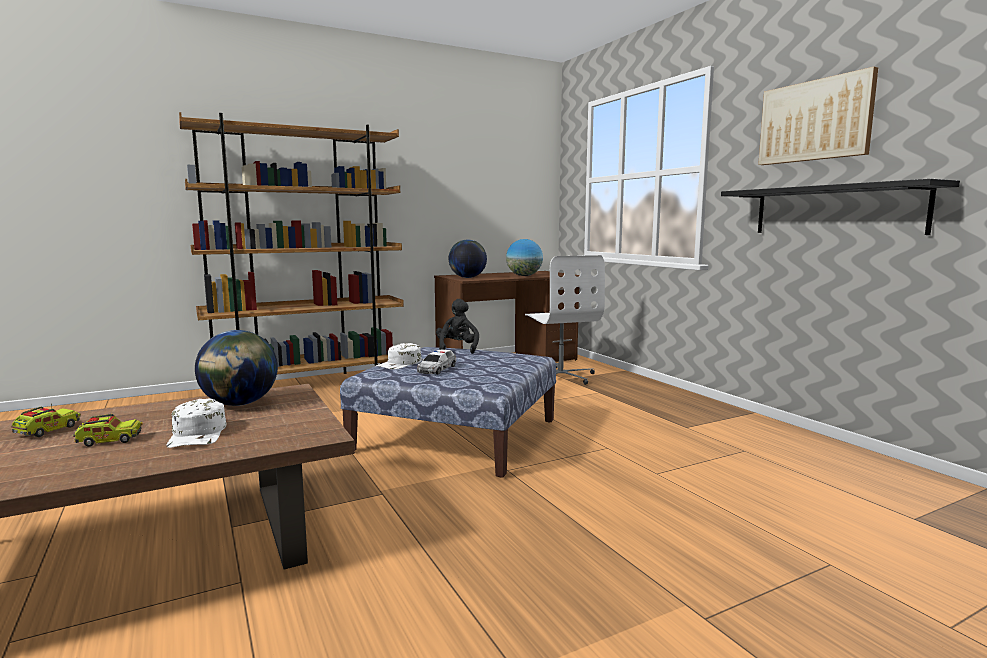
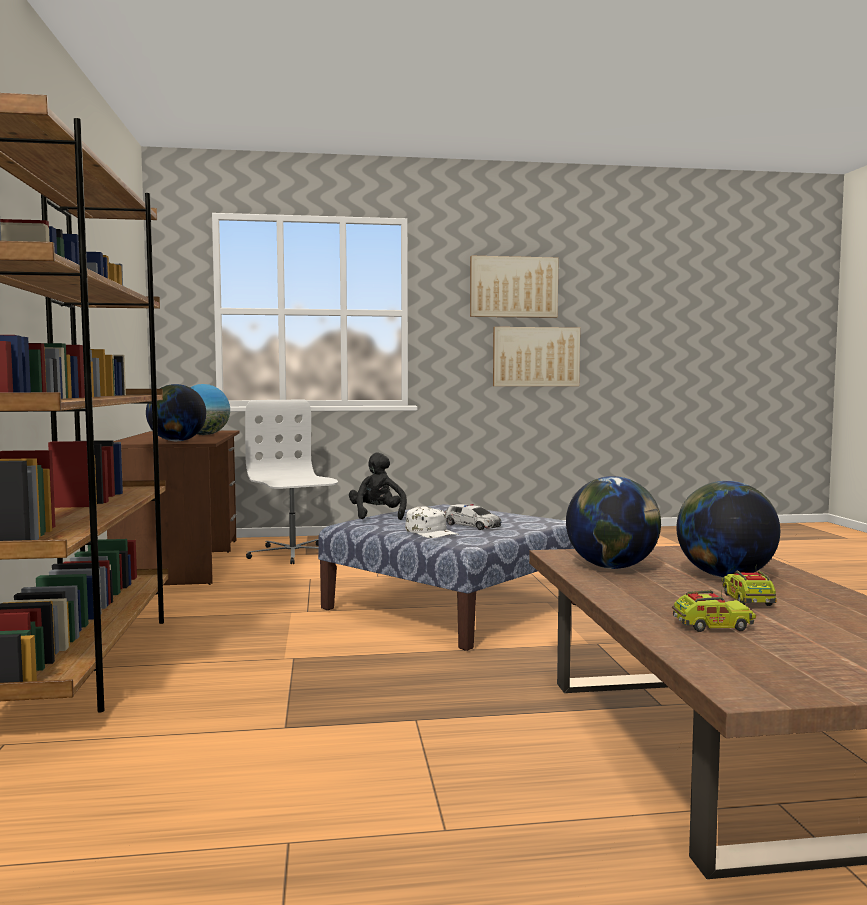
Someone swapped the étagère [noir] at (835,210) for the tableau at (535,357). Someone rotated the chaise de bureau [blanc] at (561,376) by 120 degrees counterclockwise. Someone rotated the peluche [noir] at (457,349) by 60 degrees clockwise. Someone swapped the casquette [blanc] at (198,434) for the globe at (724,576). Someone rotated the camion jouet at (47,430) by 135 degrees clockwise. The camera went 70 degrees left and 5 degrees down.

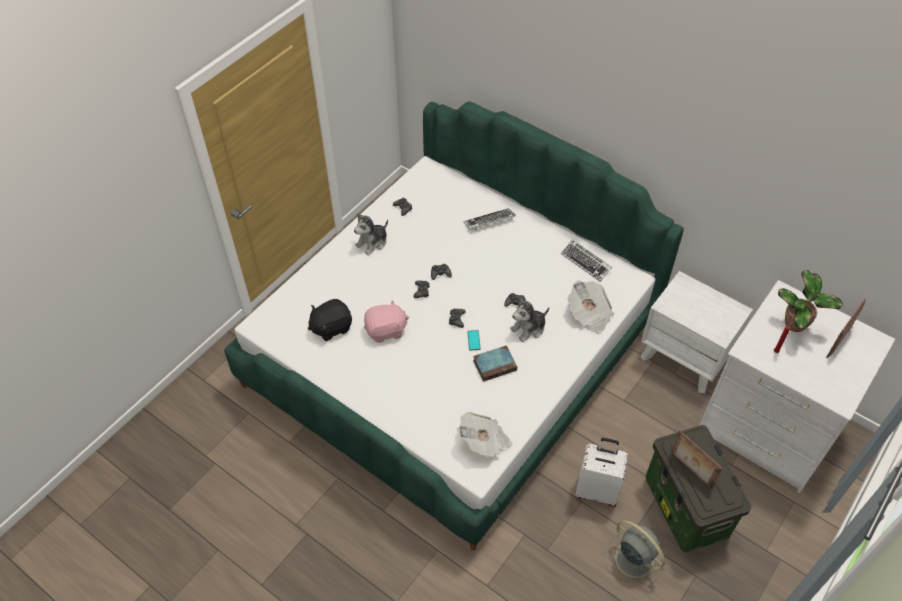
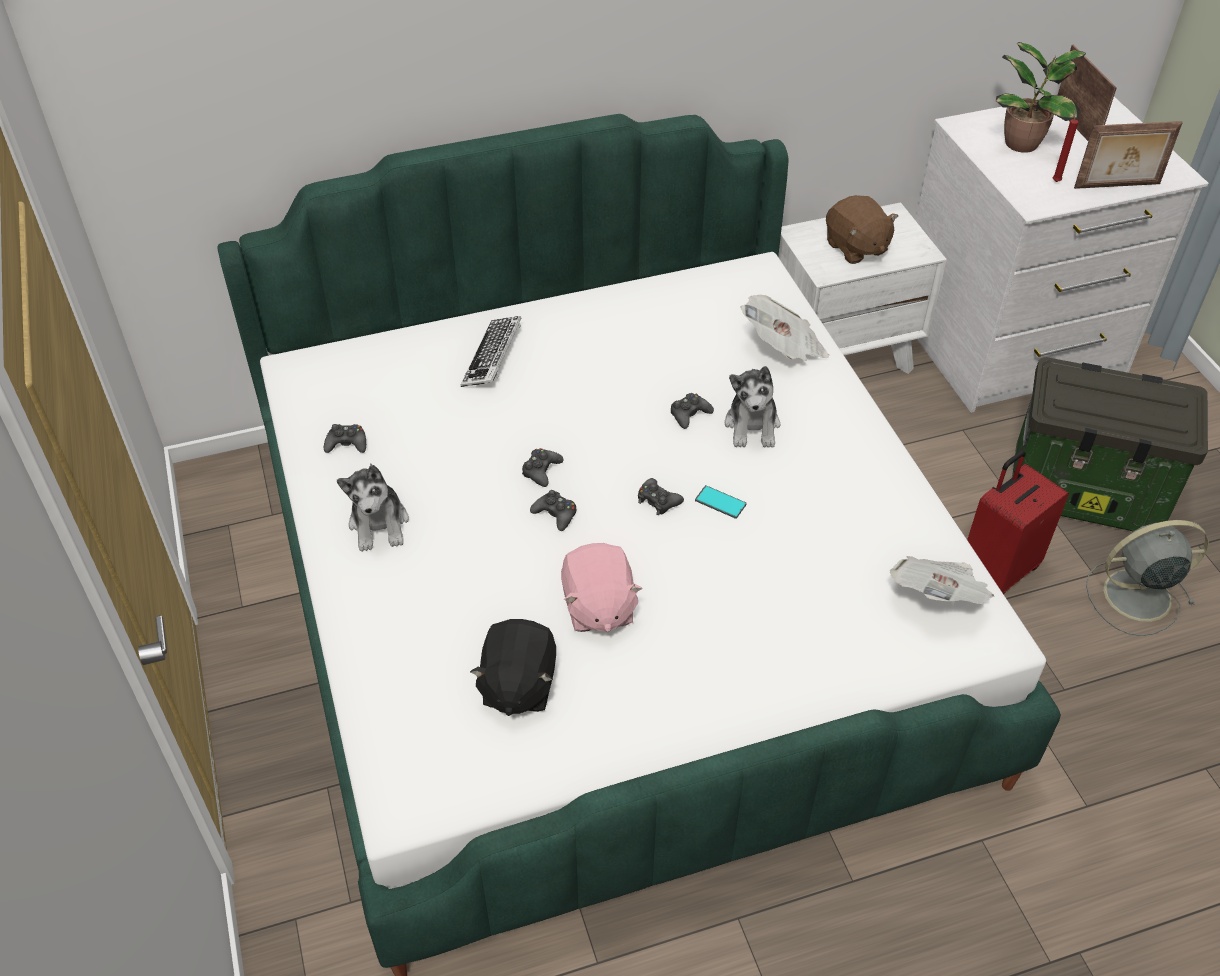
Someone took away the clavier at (586,262). Someone rotated the peluche [rose] at (386,330) by 150 degrees clockwise. Someone took away the livre at (495,365). Someone carried the cadre photo from (690,470) to (1117,186). Someone repainted the valise [blanc] at (597,490), which became the valise [rouge] at (997,570). Someone put down the peluche [marron] at (856,248). The camera went 55 degrees left and 5 degrees down.

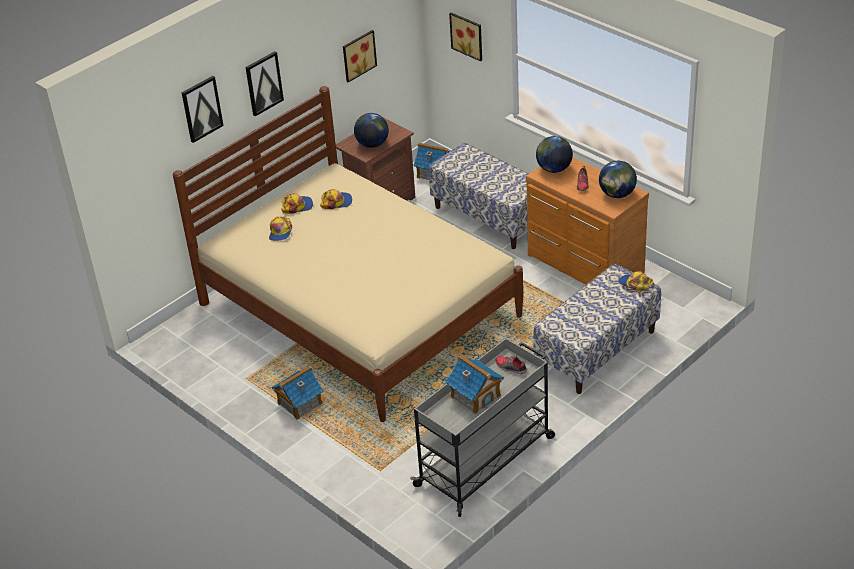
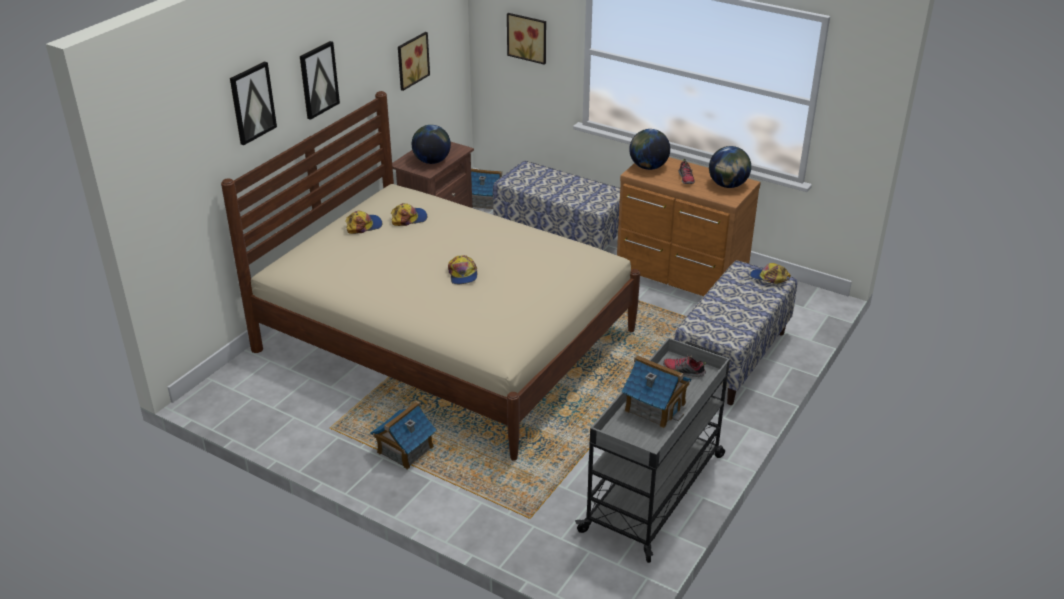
Someone carried the casquette from (280,232) to (462,274). The camera went 15 degrees left and 5 degrees down.

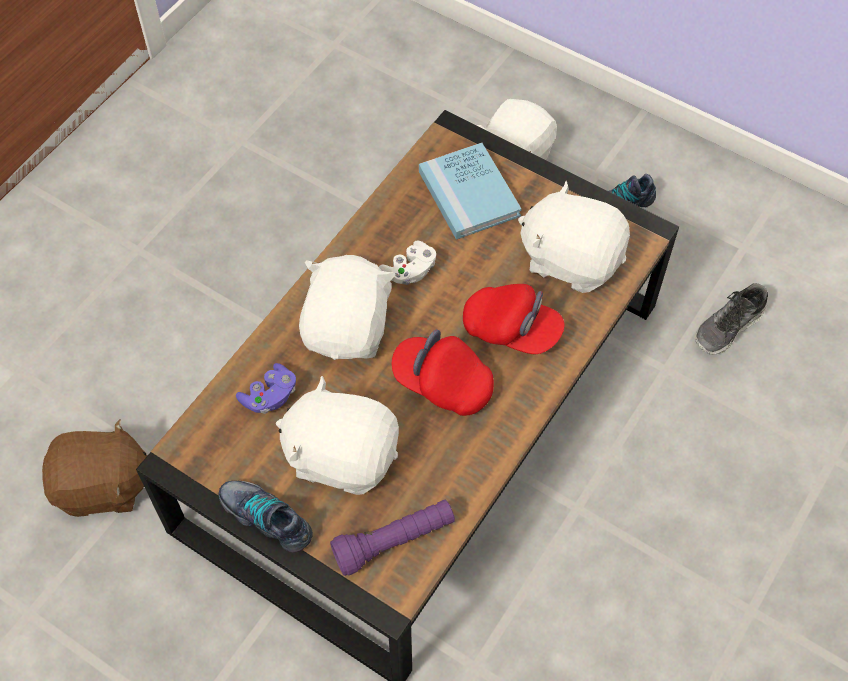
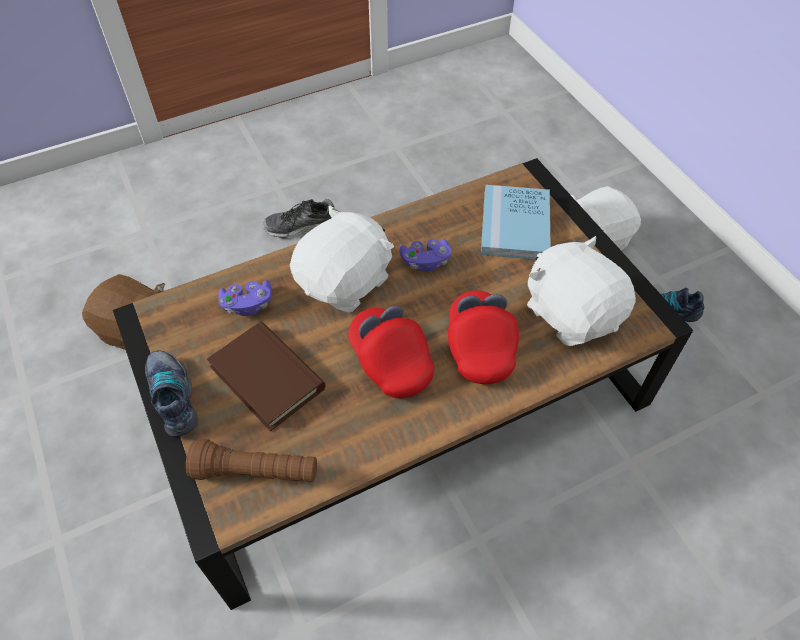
Someone repainted the manette [blanc] at (409,271), which became the manette [violet] at (425,262). Someone carried the chaussure from (729,327) to (302,227). Someone rotated the casquette [rouge] at (511,330) by 150 degrees counterclockwise. Someone swapped the peluche [blanc] at (342,455) for the livre [marron] at (267,377). Someone repainted the lampe de poche [violet] at (394,541), which became the lampe de poche [marron] at (256,472). The camera went 30 degrees right and 5 degrees down.

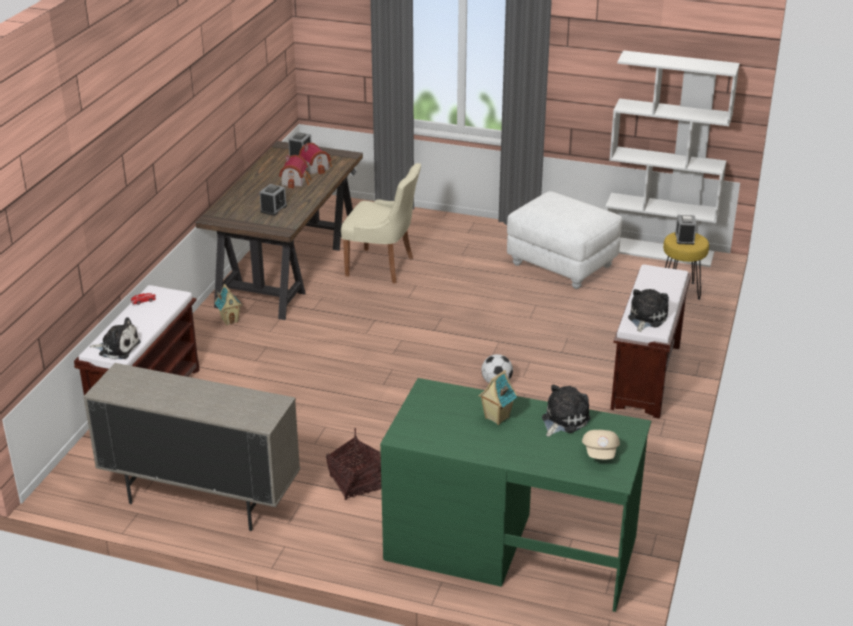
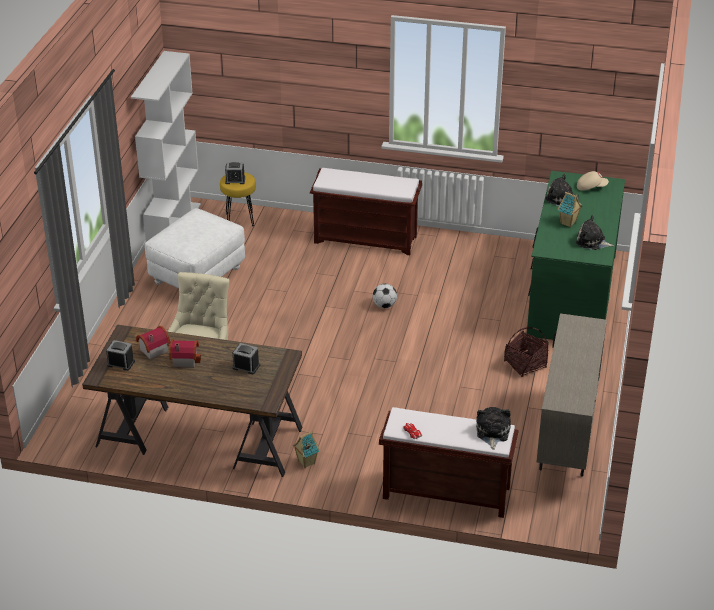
Someone carried the peluche from (646,318) to (592,242). The camera went 95 degrees left and 5 degrees up.

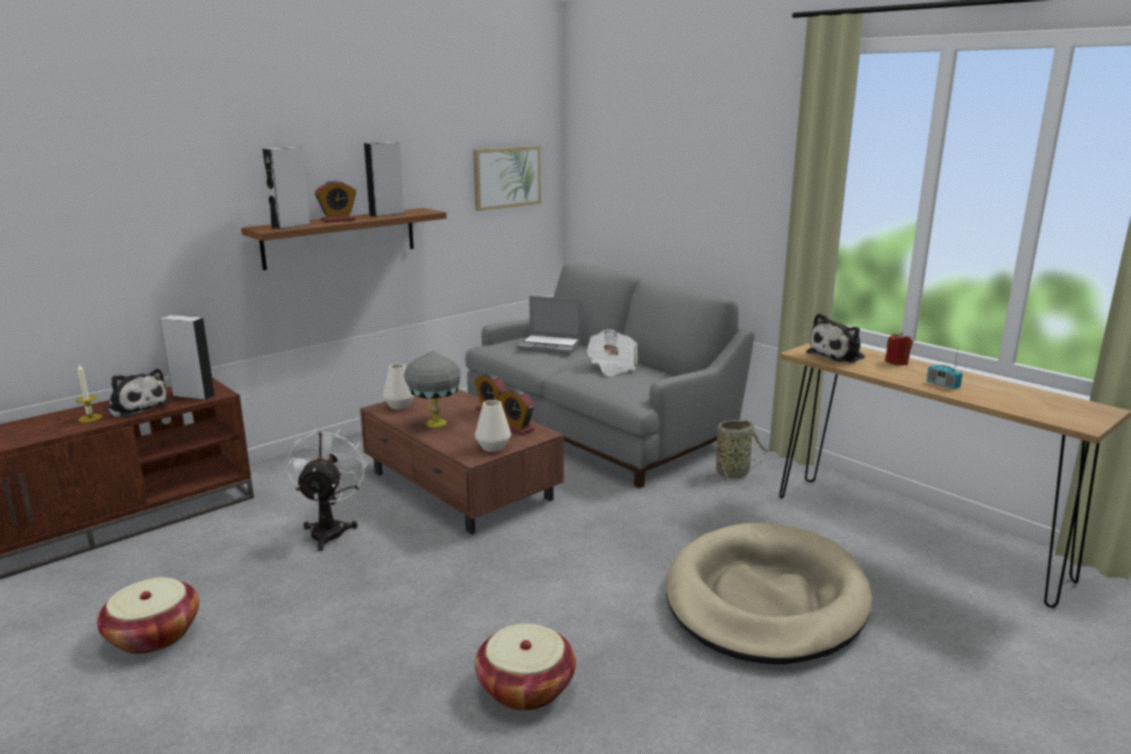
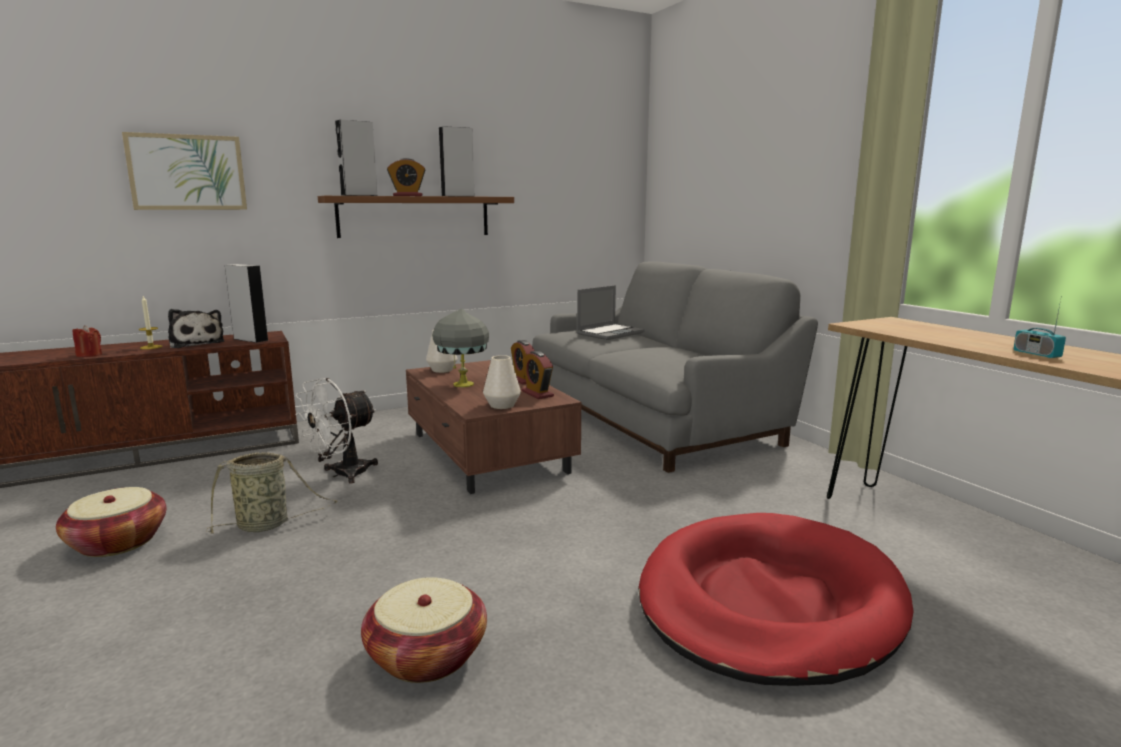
Someone carried the tableau from (506,177) to (187,172). Someone rotated the ordinateur portable at (550,345) by 75 degrees counterclockwise. Someone took away the peluche at (838,355). Someone took away the journal at (612,367). Someone carried the bougie [rouge] from (896,362) to (89,355). Someone carried the panier from (734,473) to (267,525). Someone rotated the ventilateur [blanc] at (330,529) by 150 degrees counterclockwise. Someone repainted the panier pour chien [beige] at (765,600), which became the panier pour chien [rouge] at (768,602). The camera went 15 degrees right and 5 degrees down.

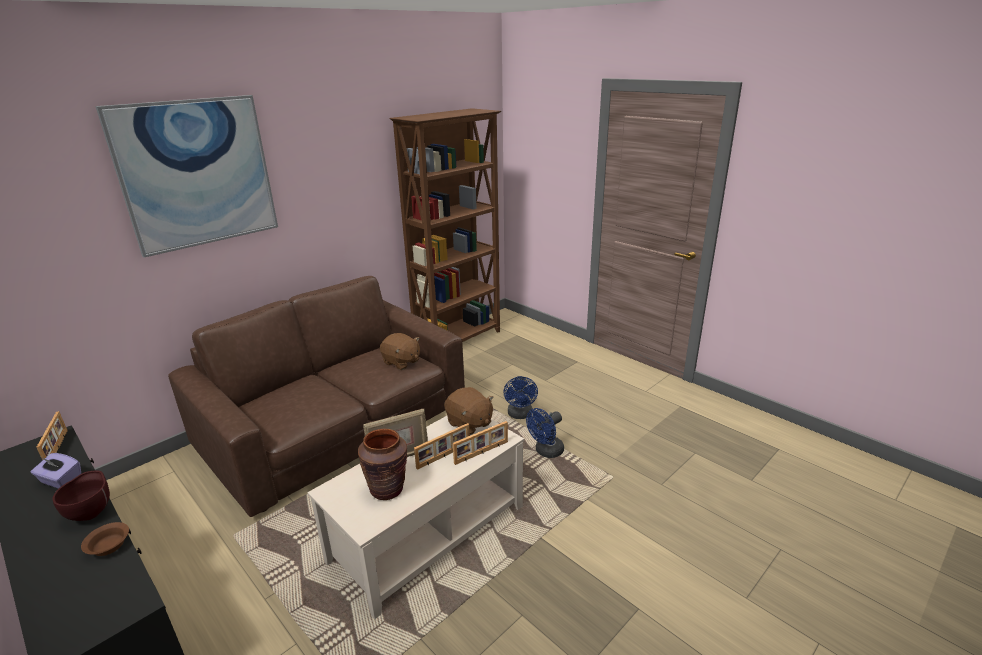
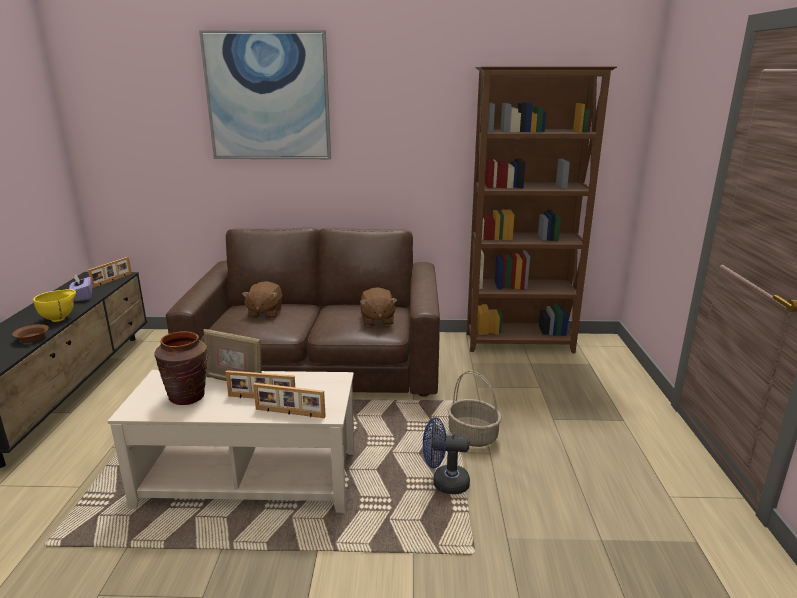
Someone swapped the ventilateur [bleu] at (520,415) for the panier at (473,436). Someone carried the peluche [marron] from (469,424) to (264,313). Someone repainted the bol [marron] at (92,513), which became the bol [jaune] at (60,319). The camera went 45 degrees right and 5 degrees down.

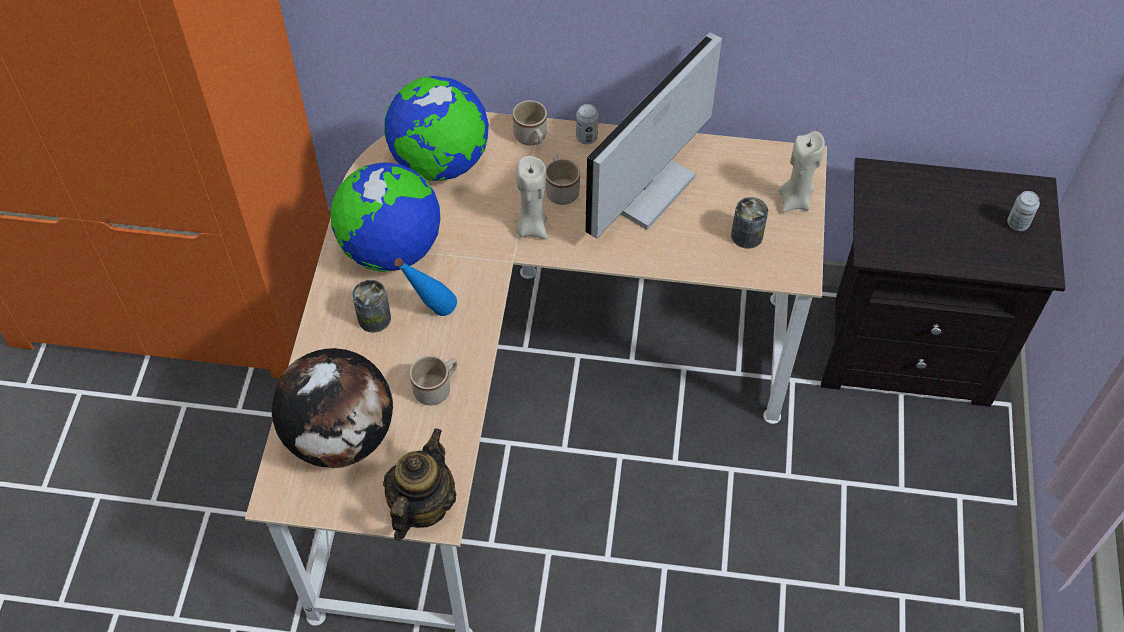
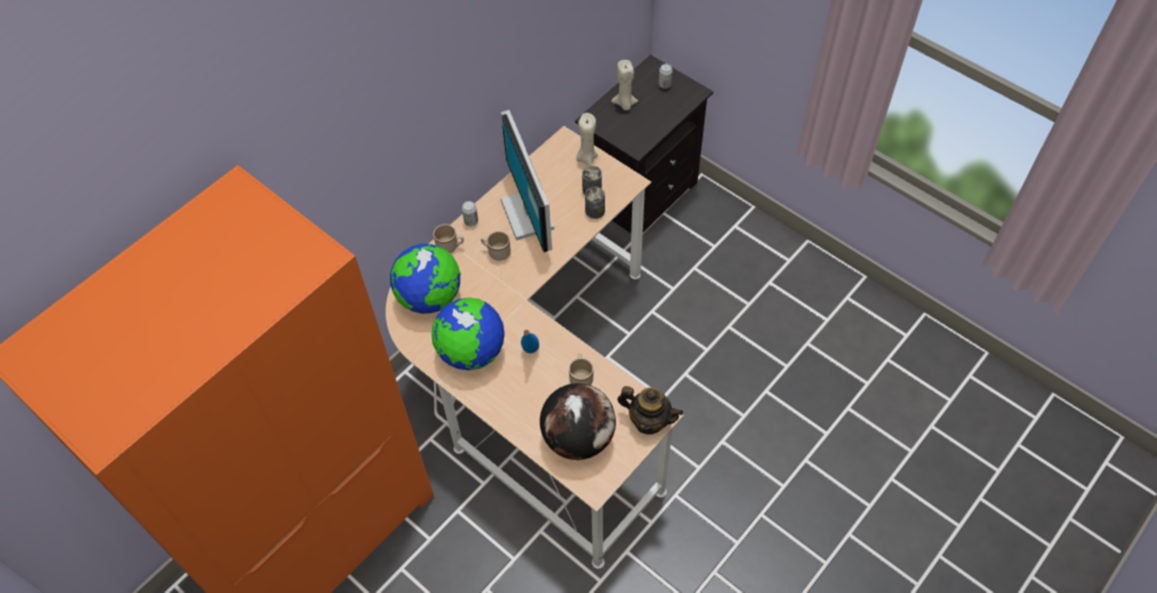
Someone carried the bougie [beige] from (531,227) to (624,104). Someone carried the boîte métallique from (374,318) to (595,211). Someone rotated the théière at (421,506) by 150 degrees clockwise. The camera went 55 degrees left and 0 degrees up.

